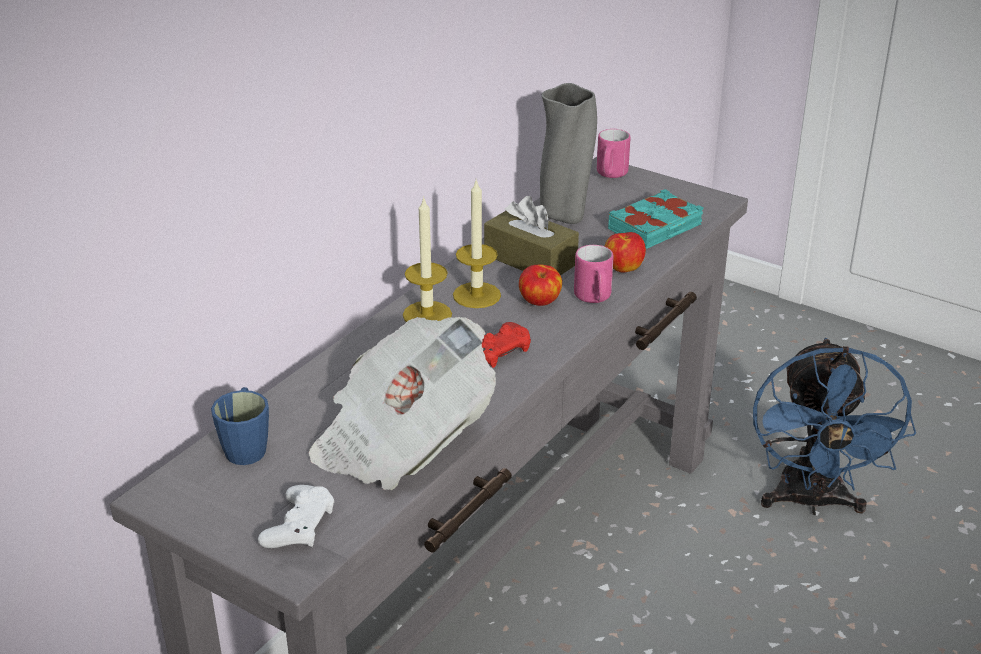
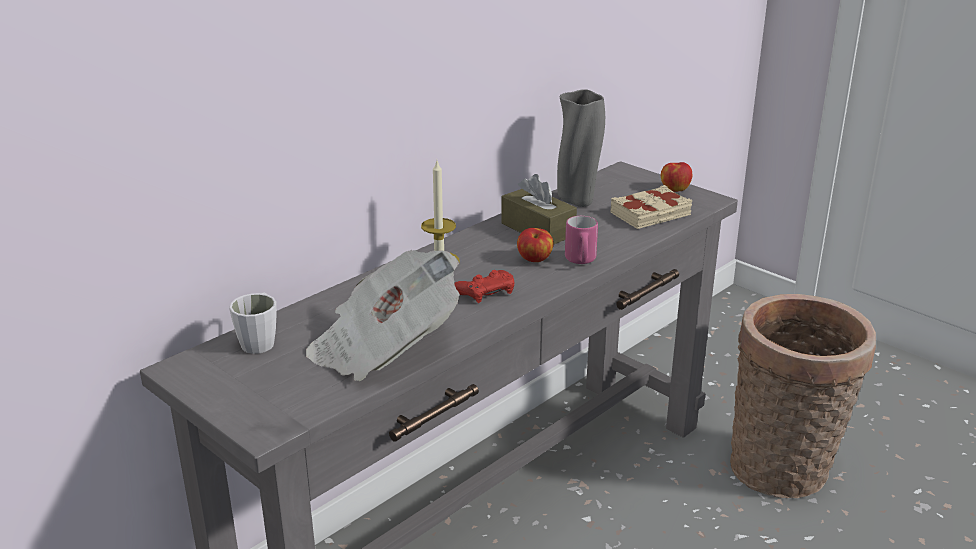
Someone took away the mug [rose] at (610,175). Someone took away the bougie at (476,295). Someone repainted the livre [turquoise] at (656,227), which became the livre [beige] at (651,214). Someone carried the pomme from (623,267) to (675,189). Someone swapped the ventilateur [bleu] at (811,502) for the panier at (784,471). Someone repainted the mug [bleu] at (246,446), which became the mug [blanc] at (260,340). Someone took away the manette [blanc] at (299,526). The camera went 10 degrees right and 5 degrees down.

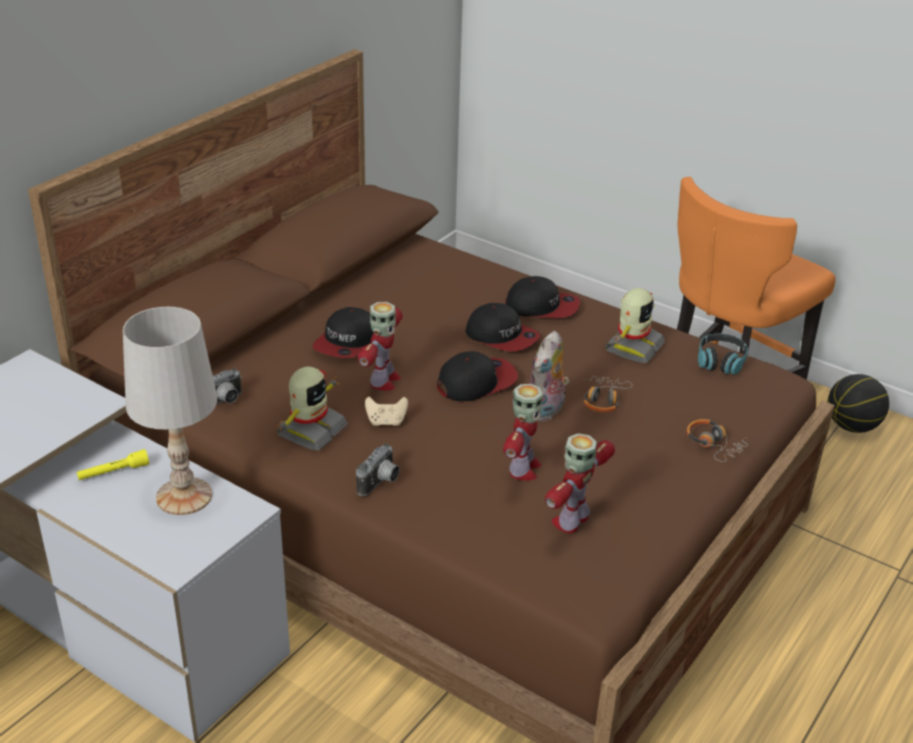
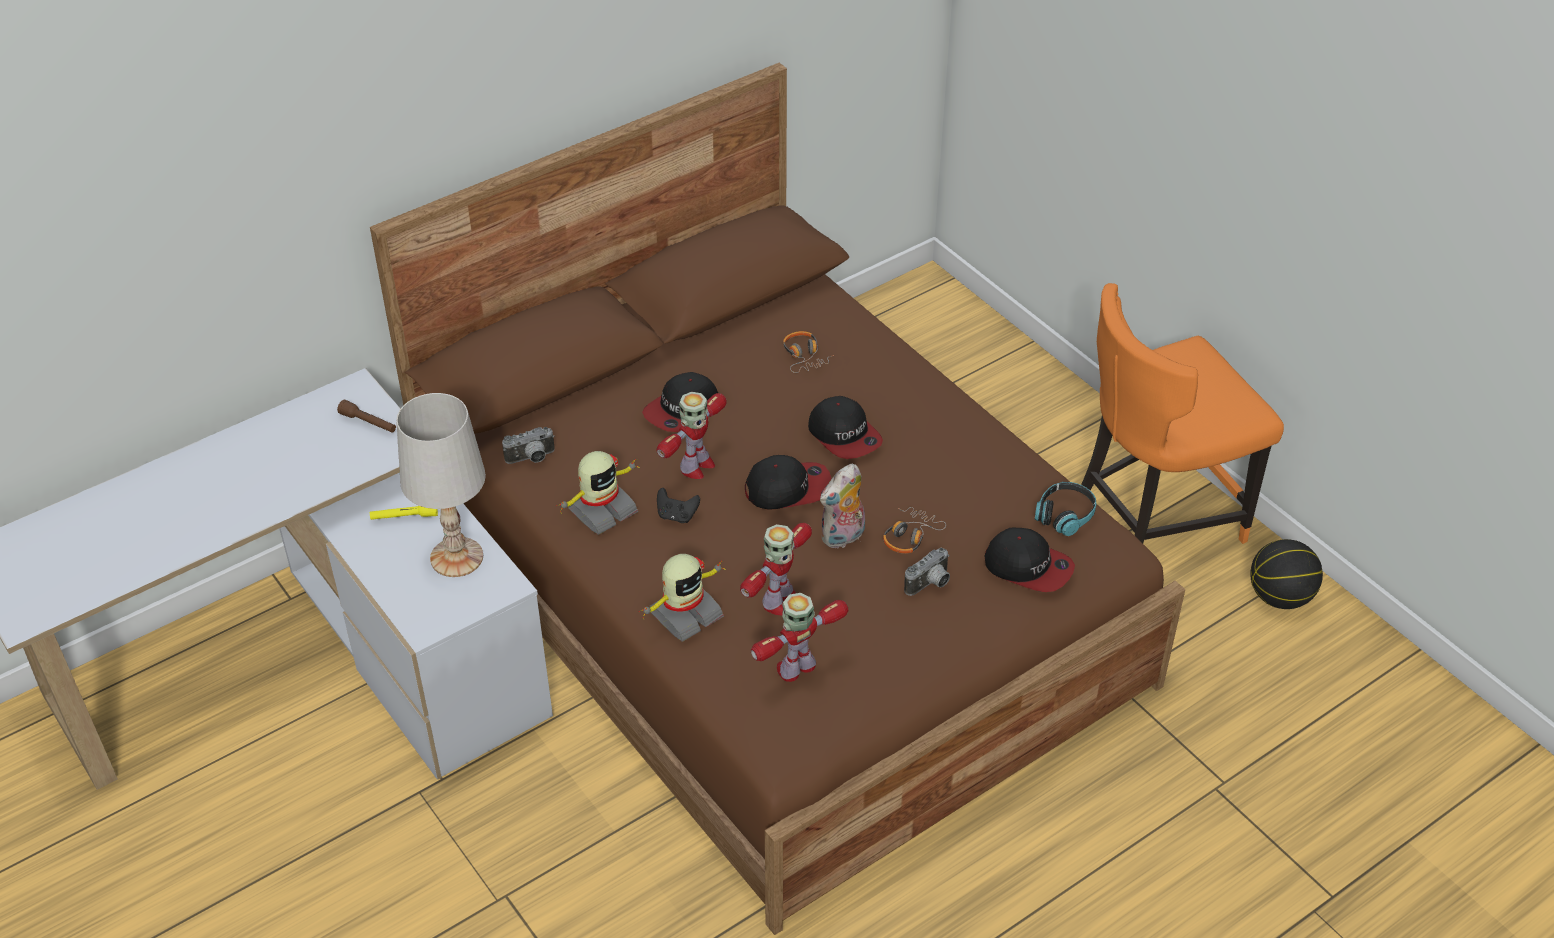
Someone carried the casquette from (542,307) to (1028,567). Someone carried the robot jouet from (633,347) to (684,614). Someone repainted the manette [beige] at (386,422), which became the manette [noir] at (677,515). Someone carried the casque audio from (714,445) to (804,356). Someone carried the appareil photo from (381,483) to (930,584). Someone put down the lampe de poche [marron] at (368,423). The camera went 20 degrees right and 10 degrees up.

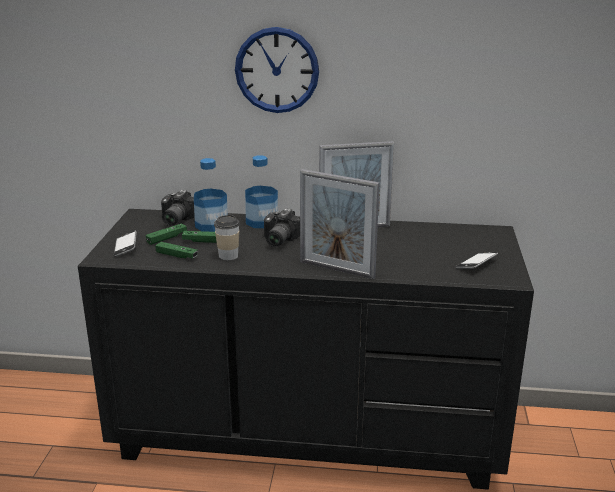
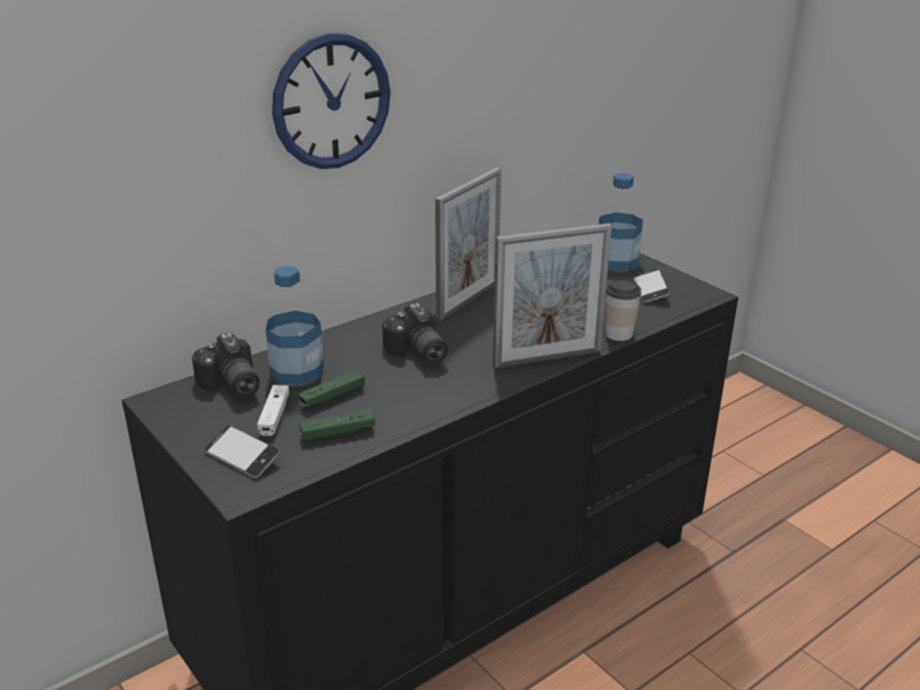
Someone carried the bouteille from (261,222) to (617,261). Someone carried the tasse from (228,256) to (619,334). Someone repainted the manette [vert] at (167,238), which became the manette [blanc] at (274,416). The camera went 45 degrees left and 5 degrees up.

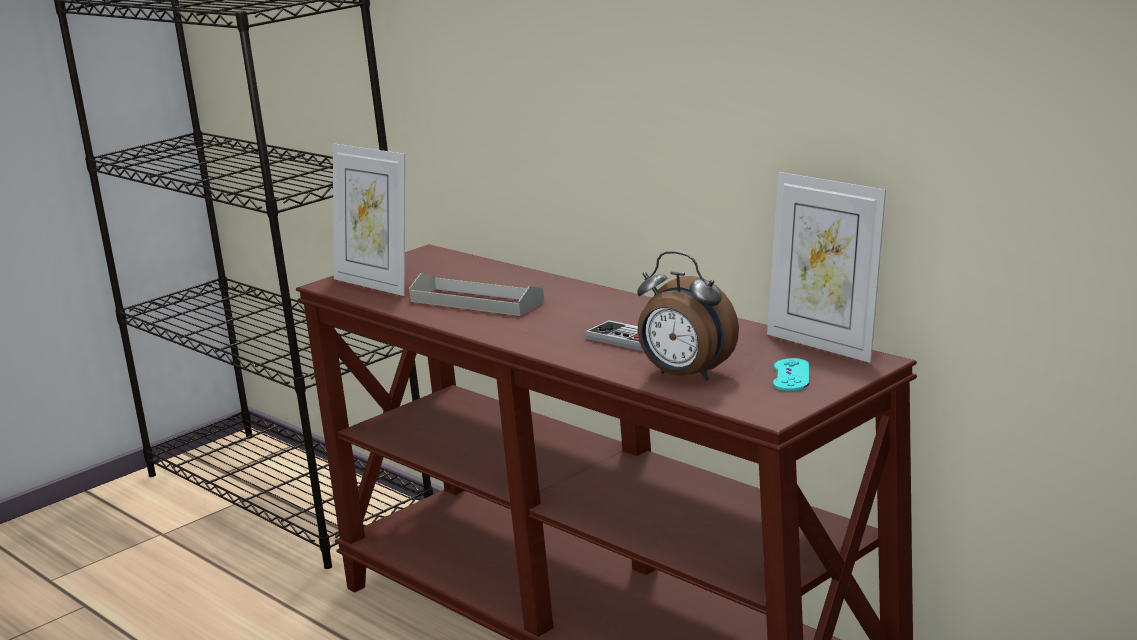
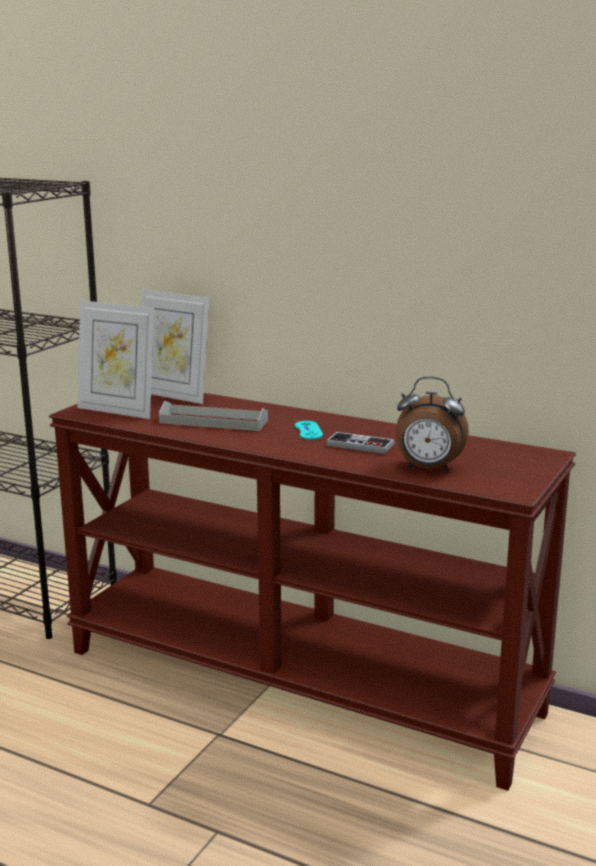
Someone carried the cadre photo from (826,344) to (174,395). Someone carried the manette [turquoise] from (791,375) to (308,430). The camera went 20 degrees left and 0 degrees up.

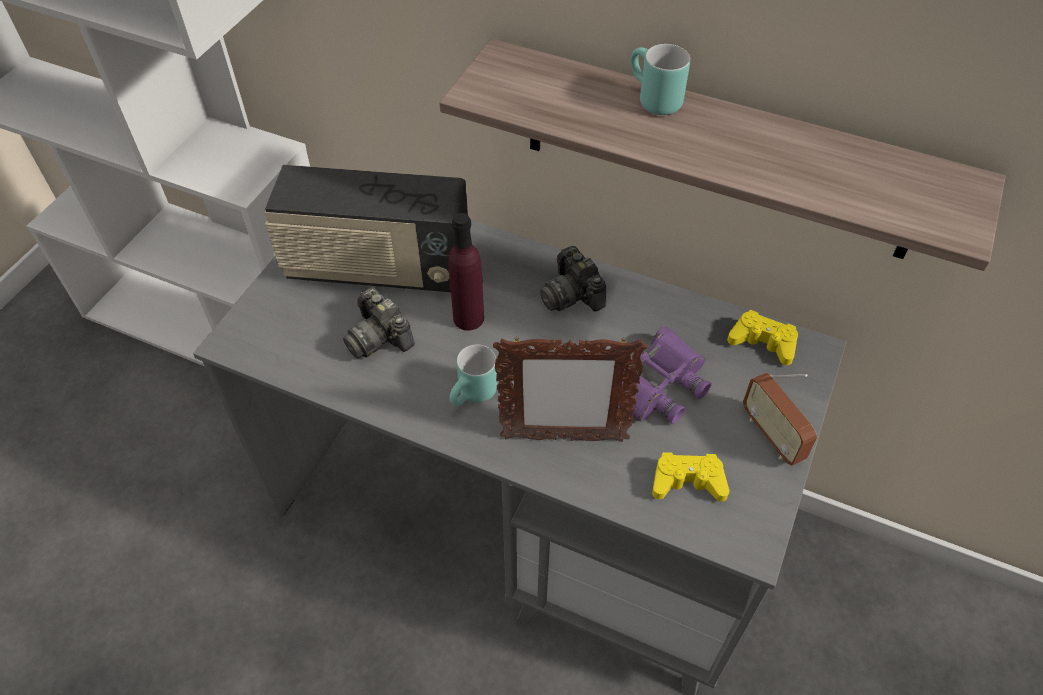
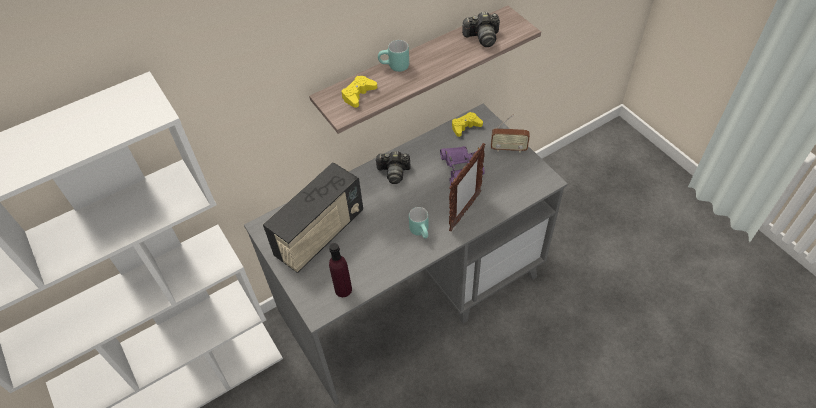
Someone carried the bouteille [violet] from (468,318) to (343,289). Someone carried the appareil photo from (379,337) to (482,37). Someone carried the manette [jaune] from (687,481) to (358,94). The camera went 55 degrees left and 0 degrees up.

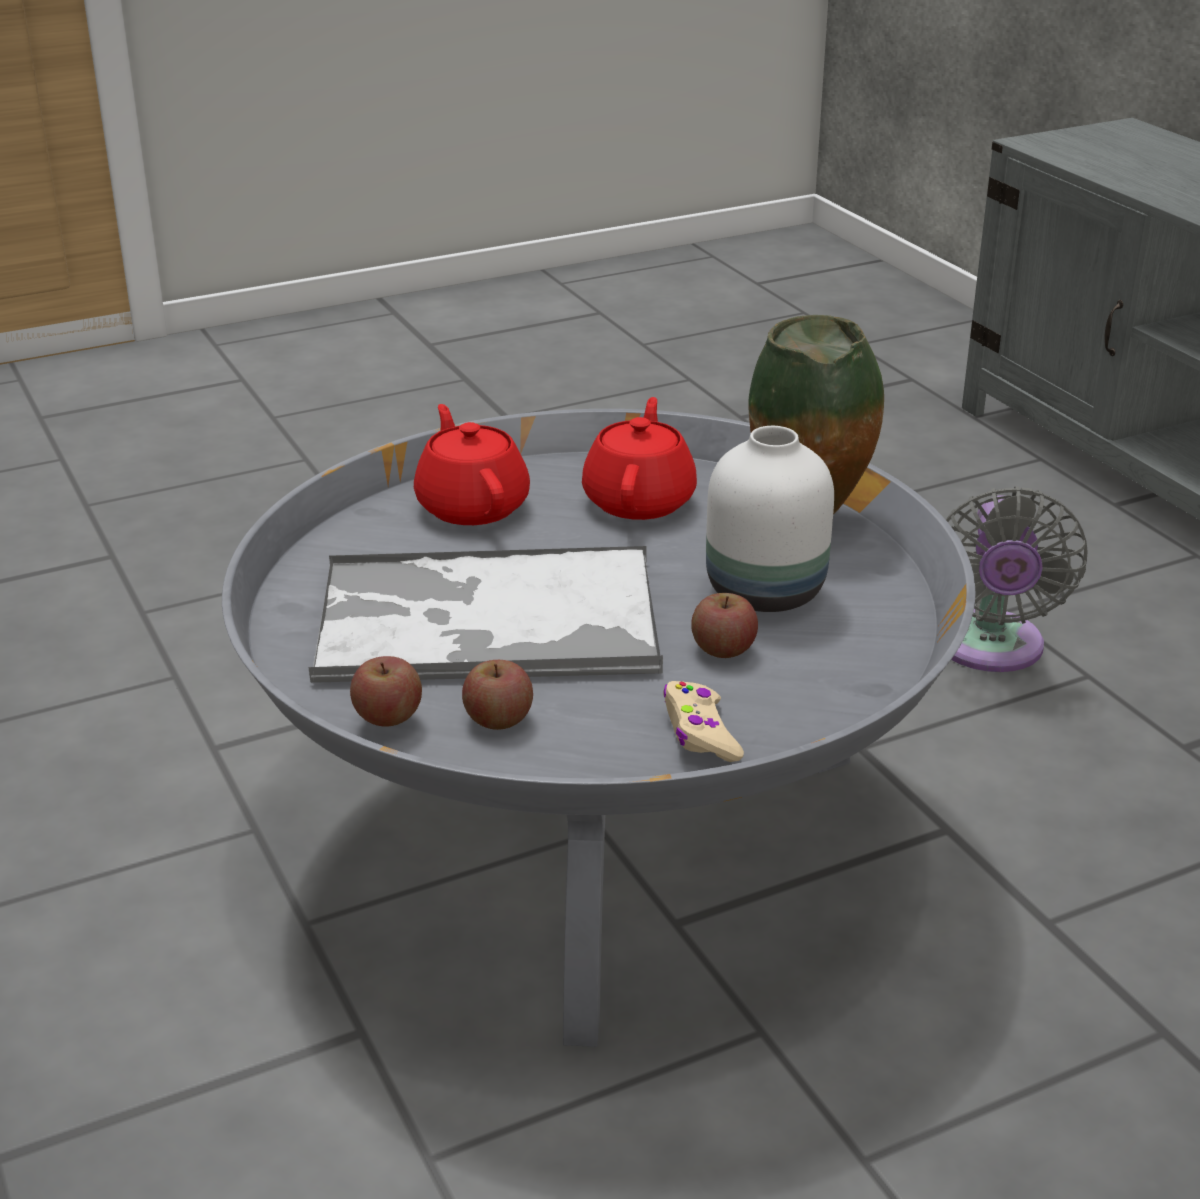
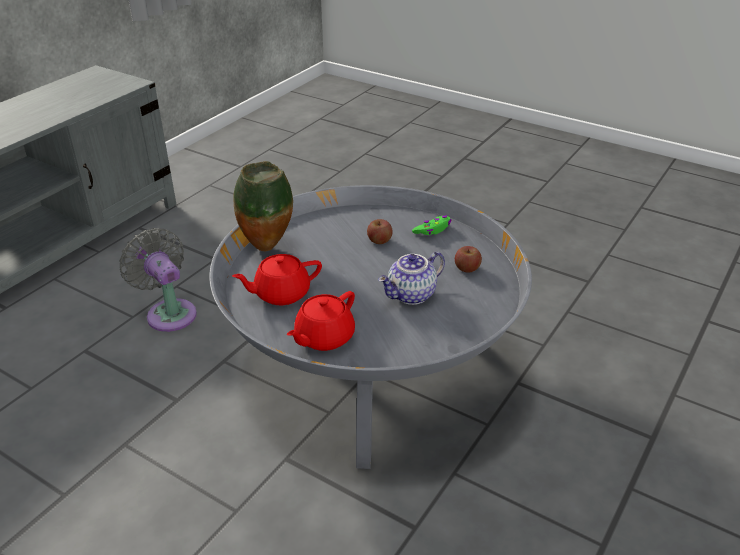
Someone took away the vase [blanc] at (768,591). Someone rotated the ventilateur [gris] at (989,650) by 105 degrees counterclockwise. Someone swapped the plateau at (484,620) for the théière at (412,295). Someone took away the pomme at (388,716). Someone repainted the manette [beige] at (700,733), which became the manette [vert] at (433,230). The camera went 120 degrees left and 5 degrees up.

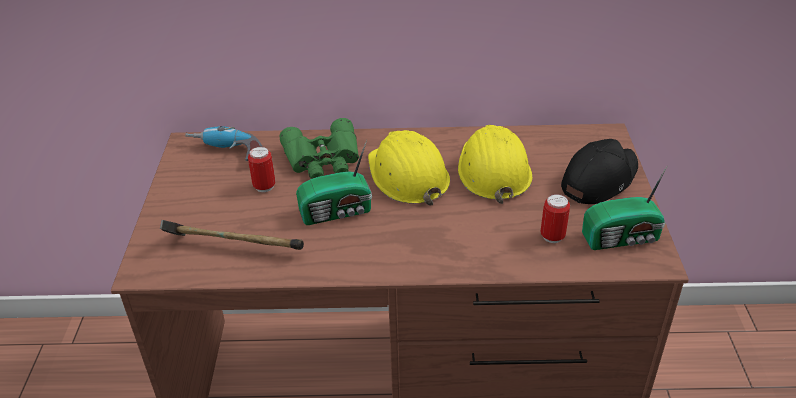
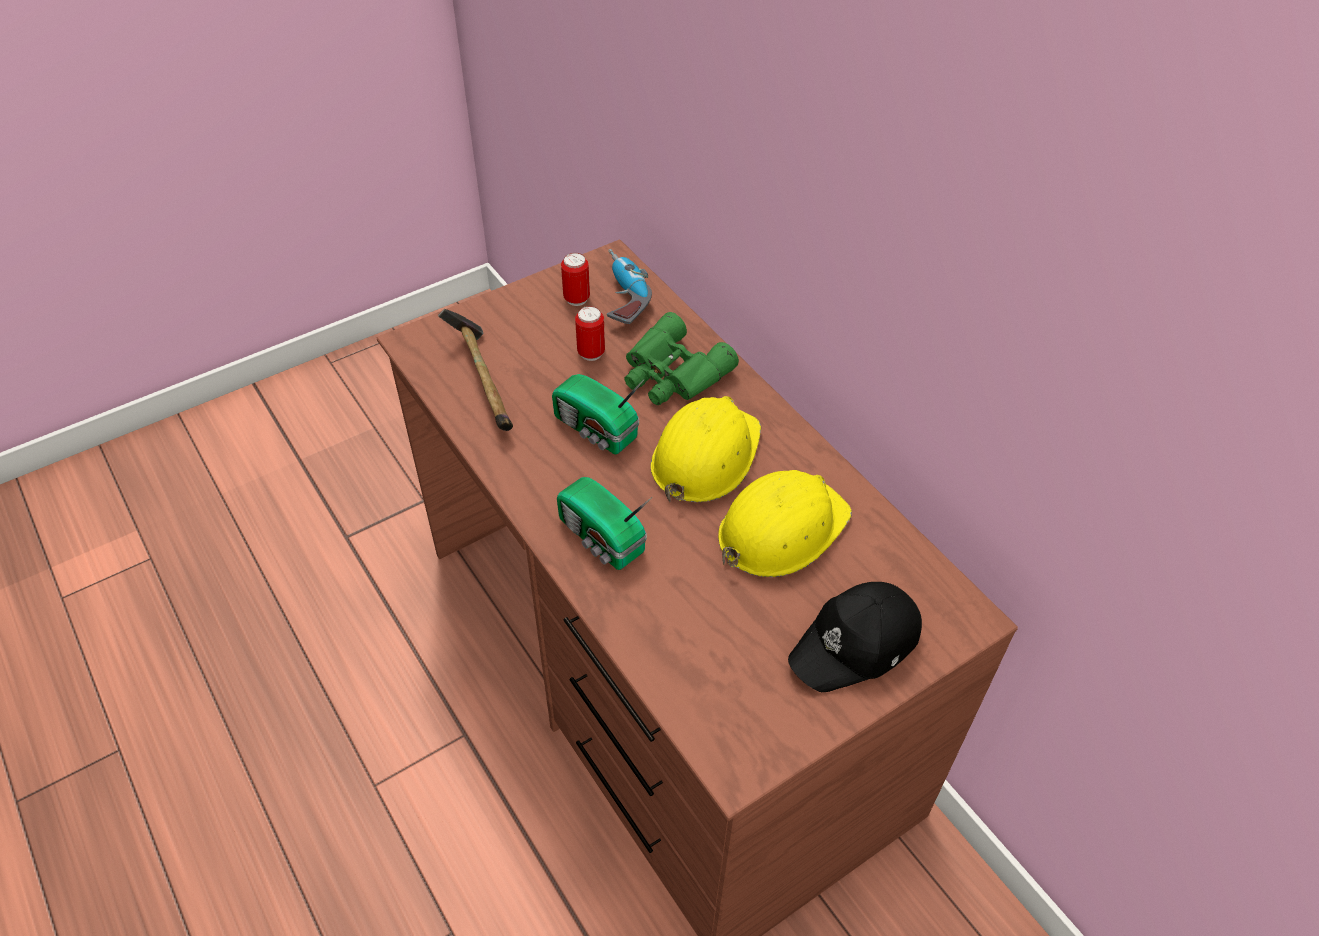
Someone rotated the casquette [noir] at (599,179) by 135 degrees clockwise. Someone carried the radio from (623,238) to (601,539). Someone carried the boîte métallique from (552,236) to (576,299). The camera went 55 degrees right and 10 degrees up.

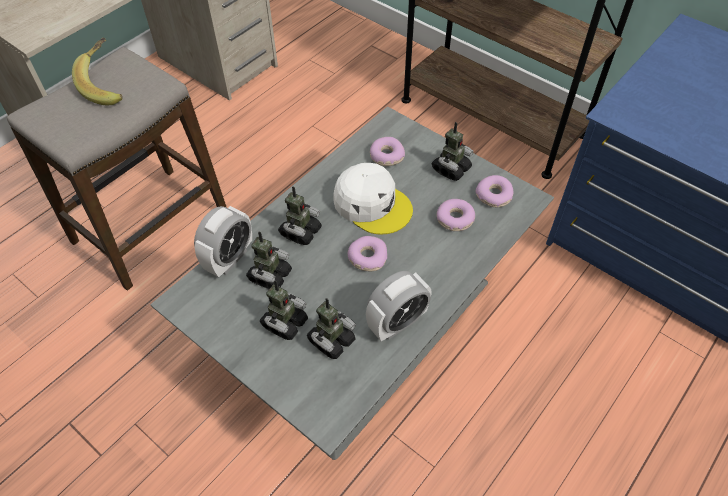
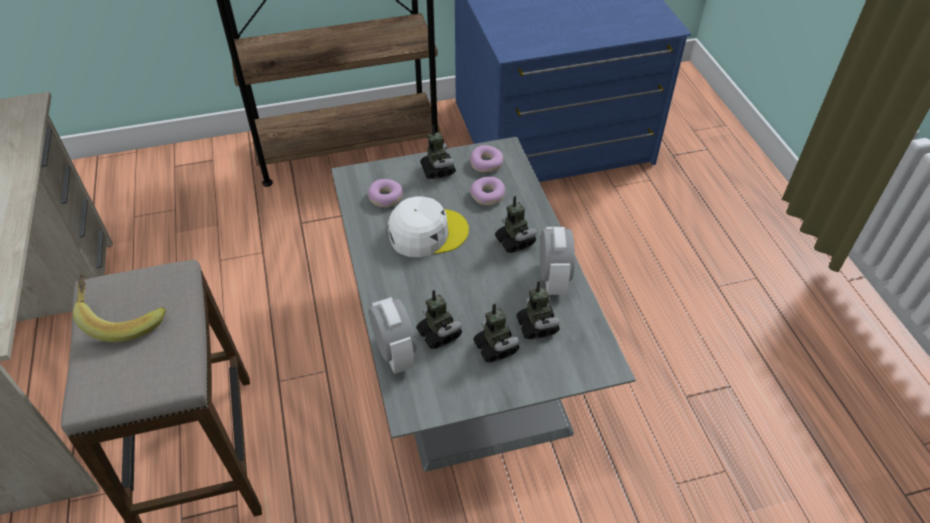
Someone carried the robot jouet from (300,232) to (515,241). Someone took away the beignet at (367,257). The camera went 55 degrees left and 5 degrees down.

